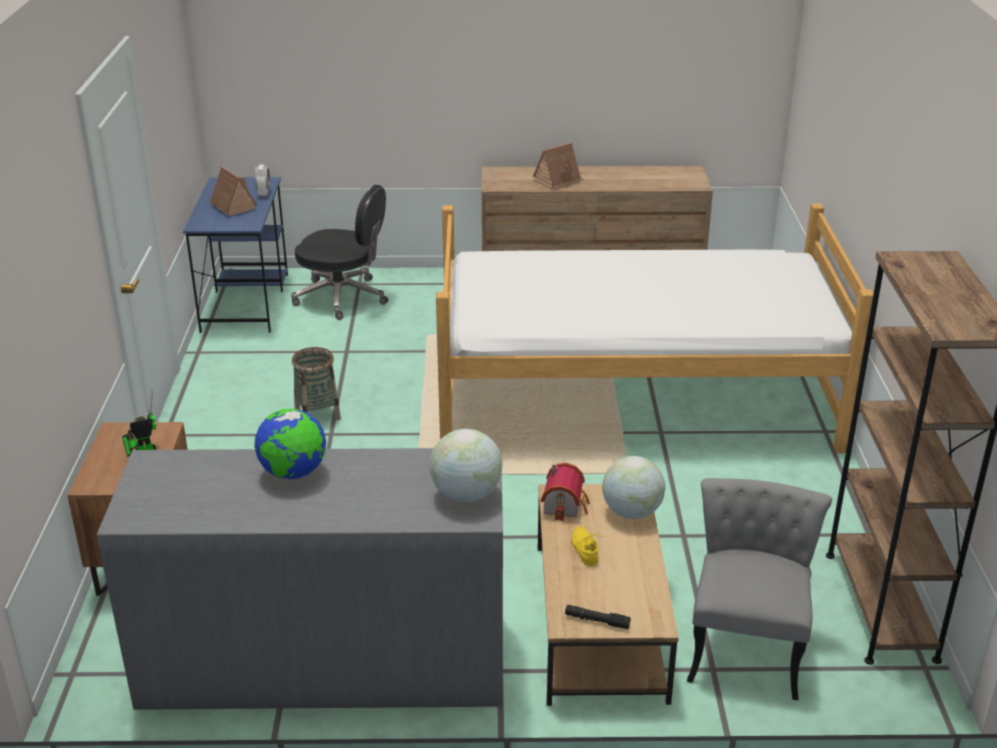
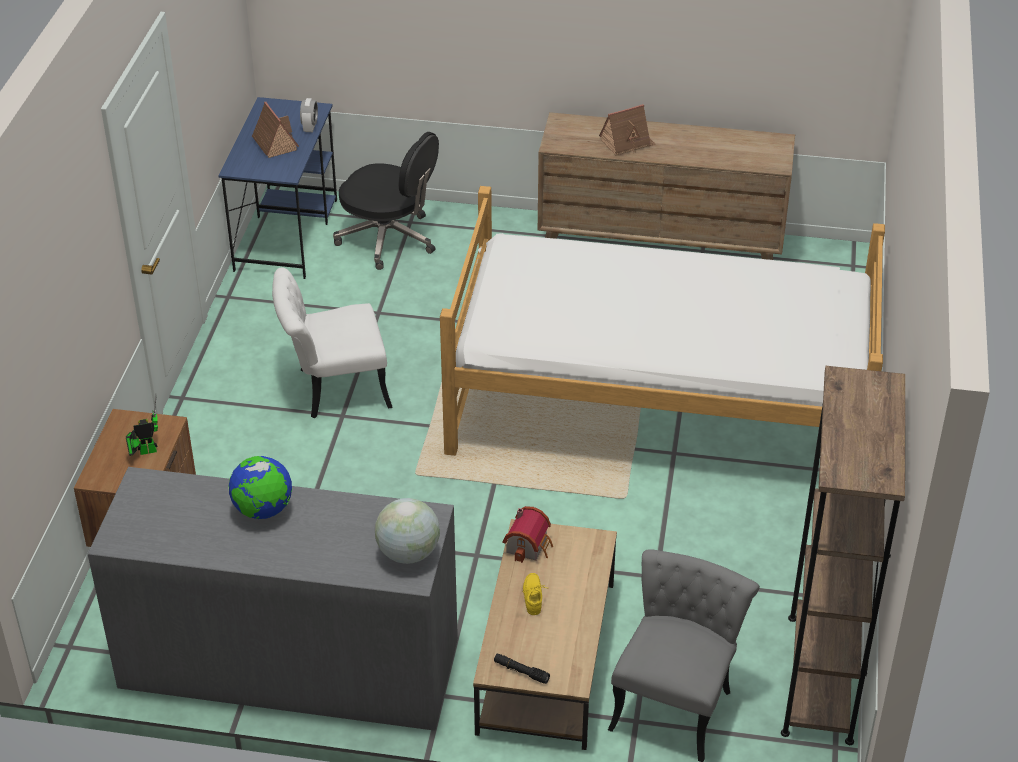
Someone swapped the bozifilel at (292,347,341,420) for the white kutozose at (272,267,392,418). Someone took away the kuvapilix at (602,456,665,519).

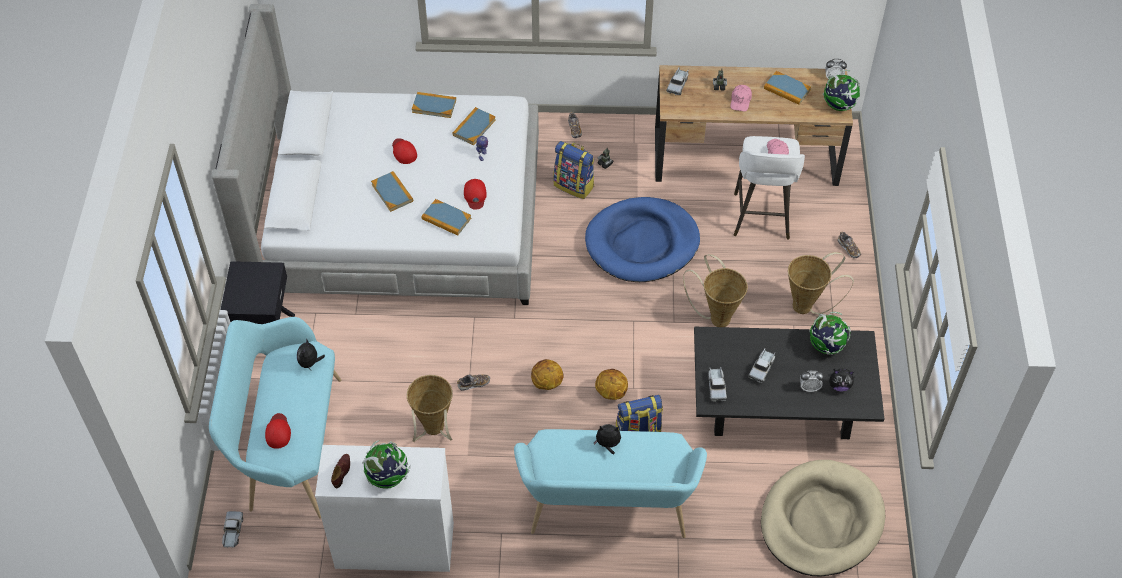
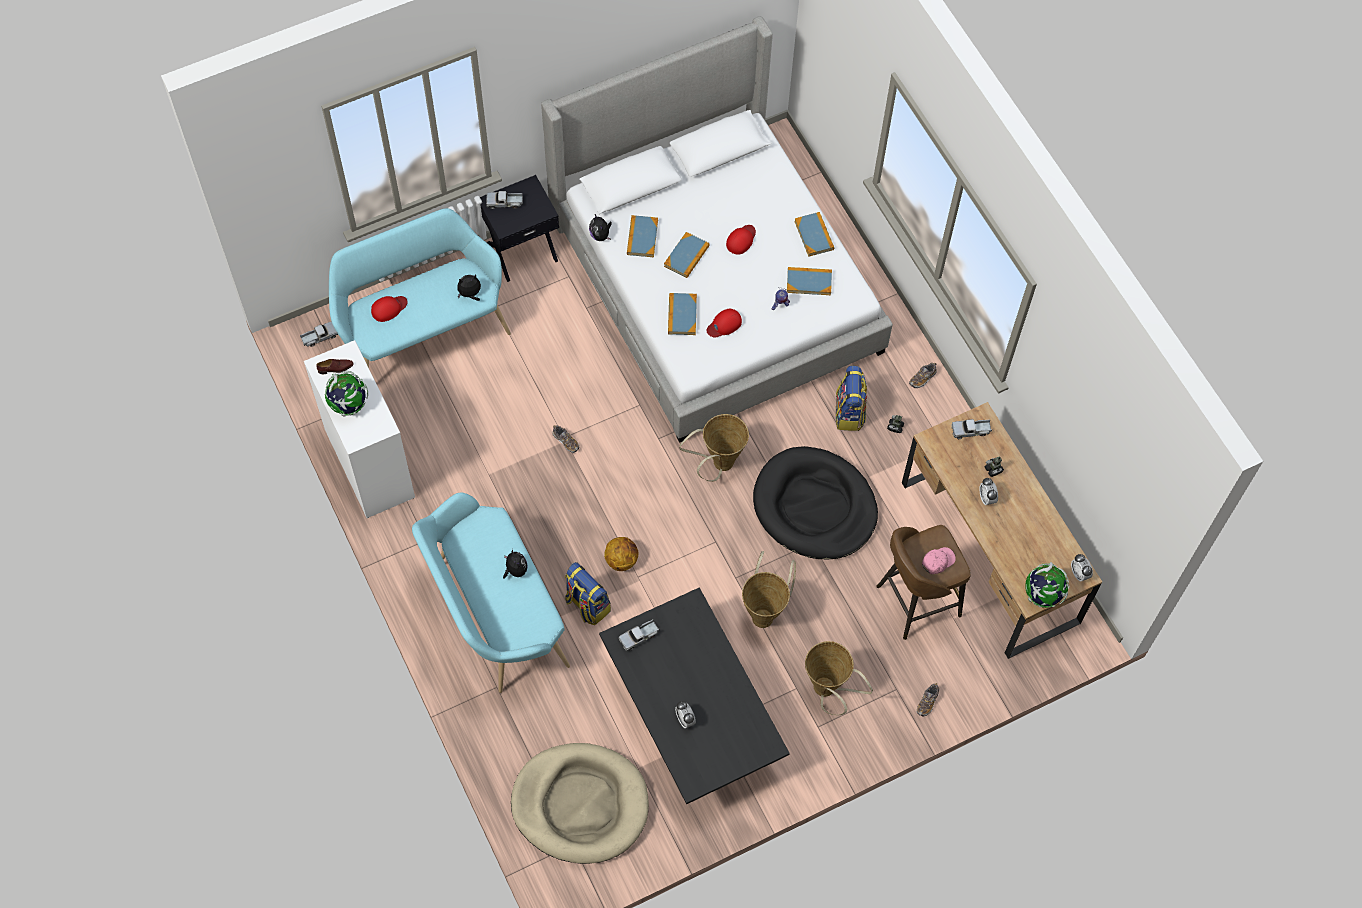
Someone carried the bozifilel from (407,375,453,442) to (679,414,749,482). Someone took away the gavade at (531,359,564,390). Someone repainted the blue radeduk at (585,197,700,282), which became the black radeduk at (753,446,878,560). Someone swapped the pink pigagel at (731,85,752,112) for the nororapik at (979,478,998,505). Someone repainted the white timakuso at (734,136,805,240), which became the brown timakuso at (876,525,971,640). Someone carried the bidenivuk from (748,348,776,383) to (486,191,523,209). Someone carried the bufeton from (764,71,811,105) to (627,215,658,257). Someone took away the kuvapilix at (809,312,851,355). Someone carried the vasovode from (829,368,854,392) to (589,214,612,241).

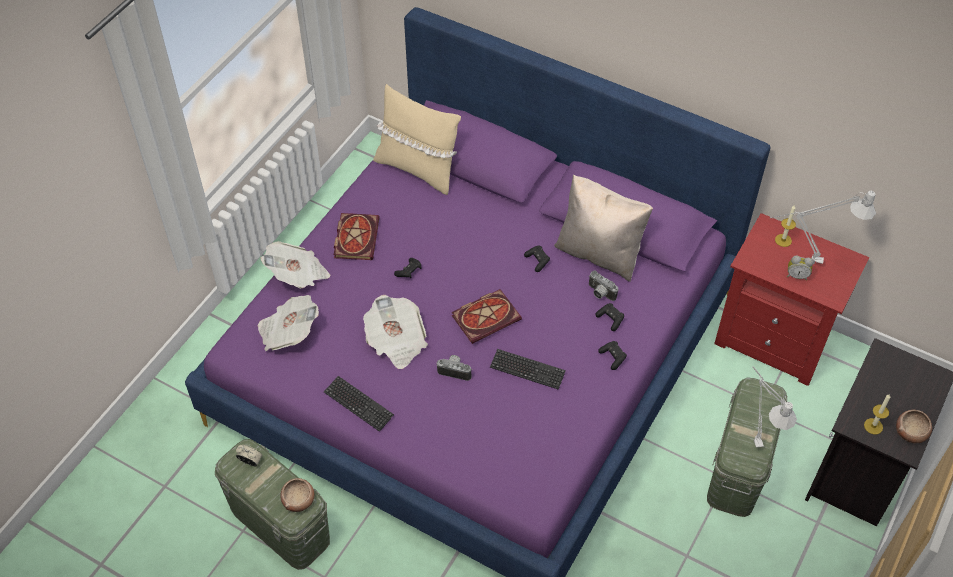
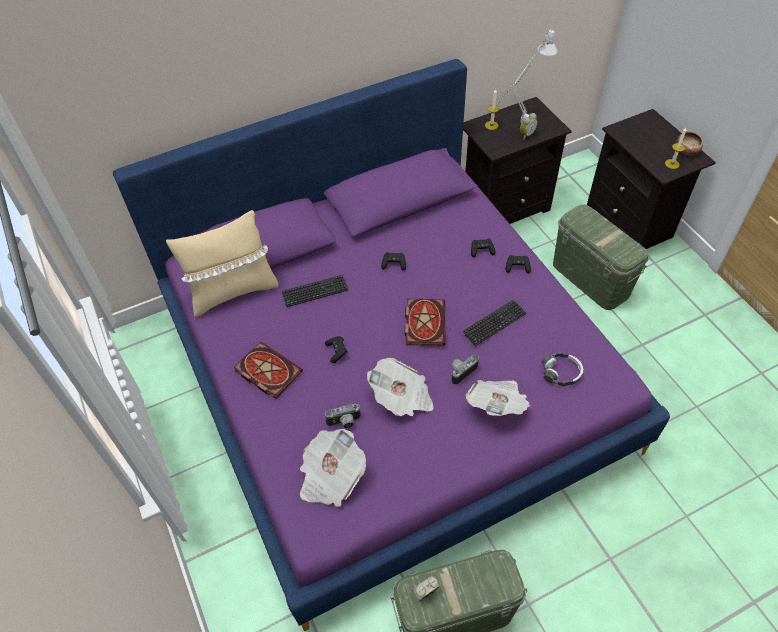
Someone carried the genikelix from (261,241,330,289) to (466,380,530,416). Someone took away the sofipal at (280,478,314,512). Someone carried the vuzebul from (324,376,394,432) to (281,275,348,307). Someone took away the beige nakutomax at (554,174,653,282). Someone carried the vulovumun from (589,270,618,301) to (325,404,361,429). Someone repainted the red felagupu at (714,213,869,386), which became the black felagupu at (463,97,572,224). Someone took away the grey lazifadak at (752,366,797,447). Someone put down the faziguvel at (542,352,583,386).

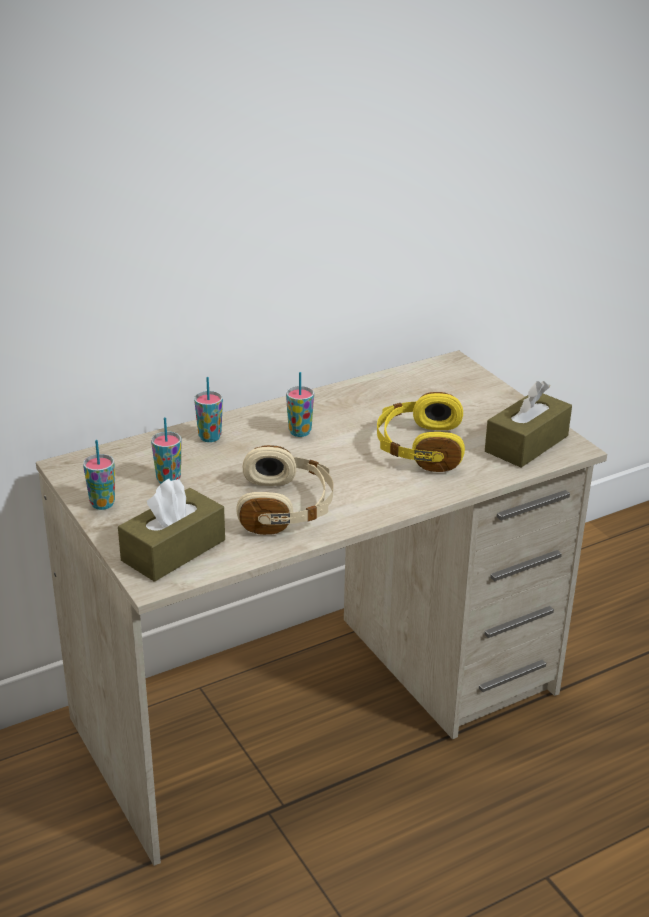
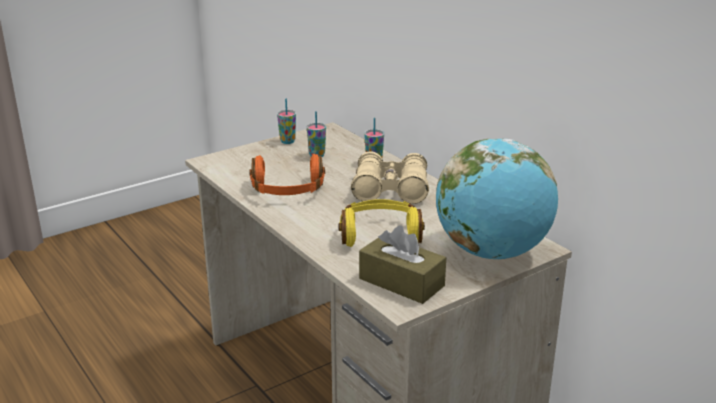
Someone took away the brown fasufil at (118,479,225,582). Someone repainted the beige faziguvel at (236,445,334,535), which became the orange faziguvel at (249,154,325,195). Someone swapped the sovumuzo at (286,372,314,437) for the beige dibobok at (351,151,429,204). Someone put down the kuvapilix at (436,138,558,259).

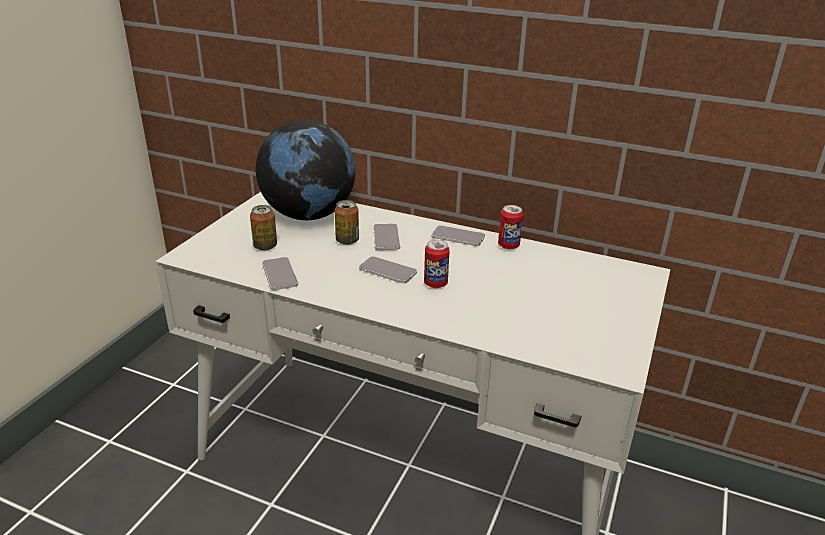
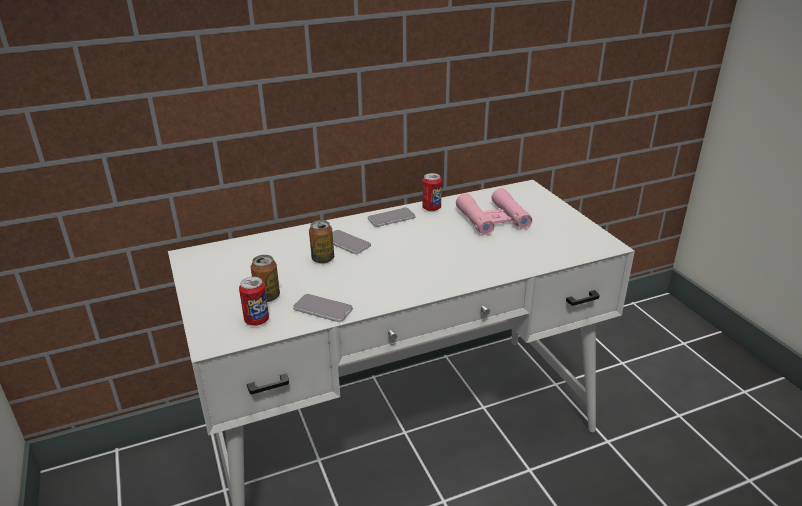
Someone took away the kuvapilix at (255,120,356,220). Someone took away the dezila at (359,256,417,283). Someone carried the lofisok from (424,240,450,288) to (239,277,269,326). Someone put down the pink dibobok at (456,188,532,235).

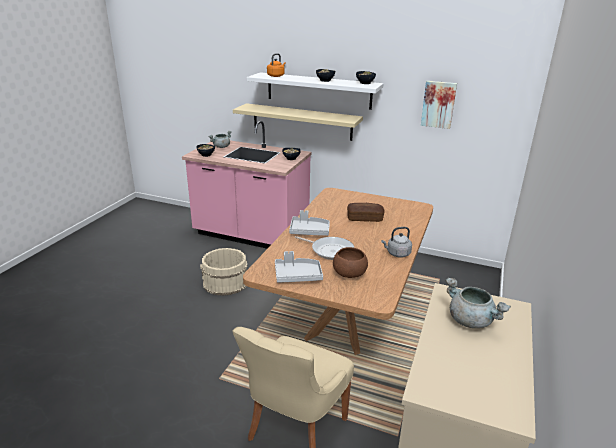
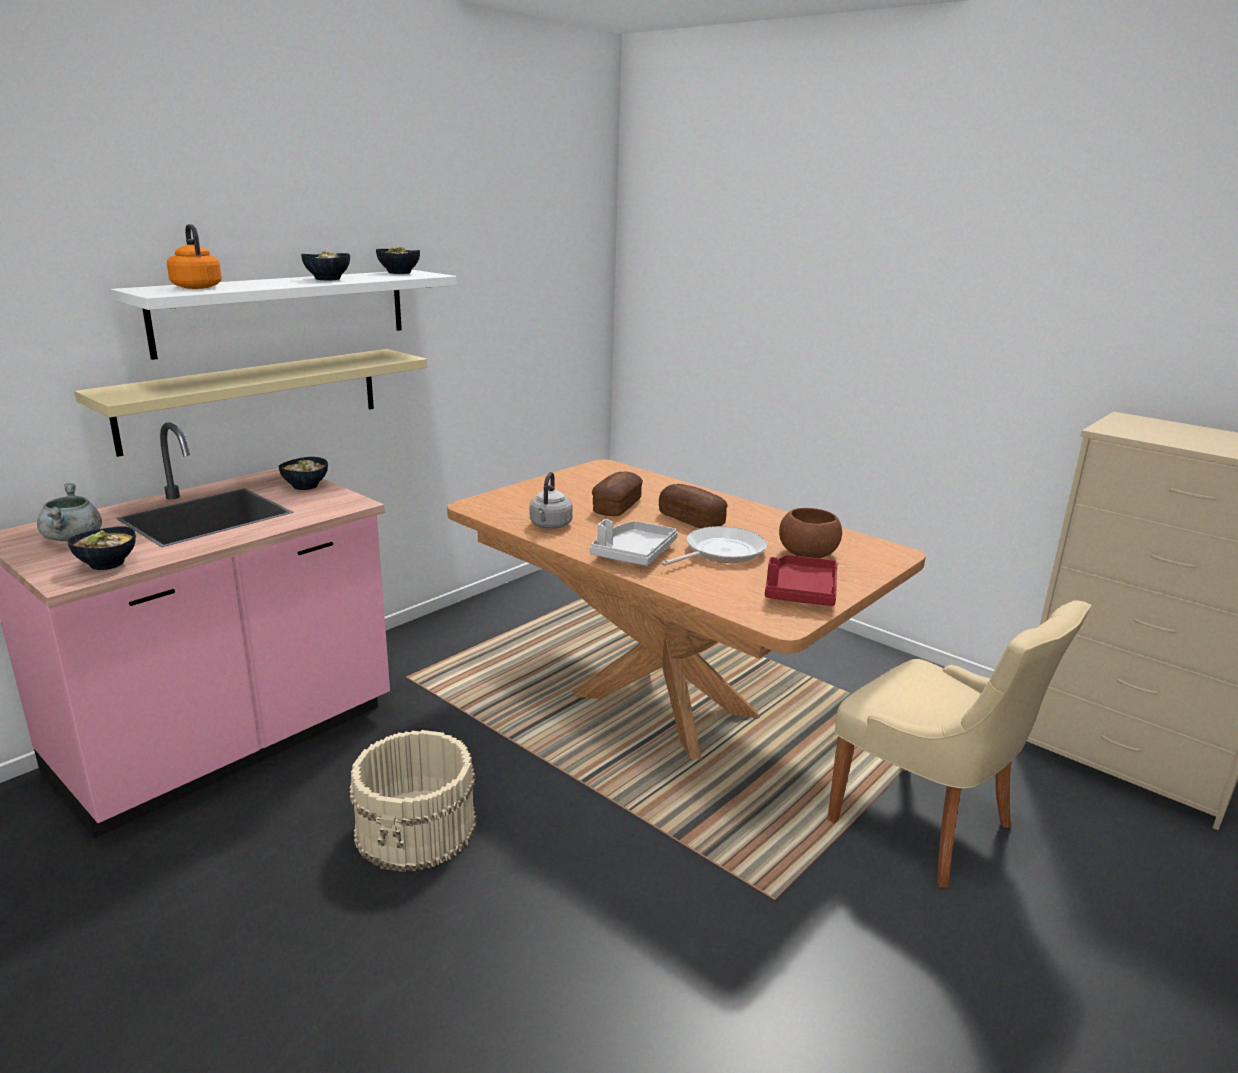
Someone repainted the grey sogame at (275,251,323,282), which became the red sogame at (765,555,837,606). Someone carried the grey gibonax from (381,227,412,257) to (530,472,573,529). Someone took away the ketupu at (421,81,457,129). Someone took away the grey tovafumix at (445,278,511,328). Someone put down the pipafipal at (659,484,728,529).

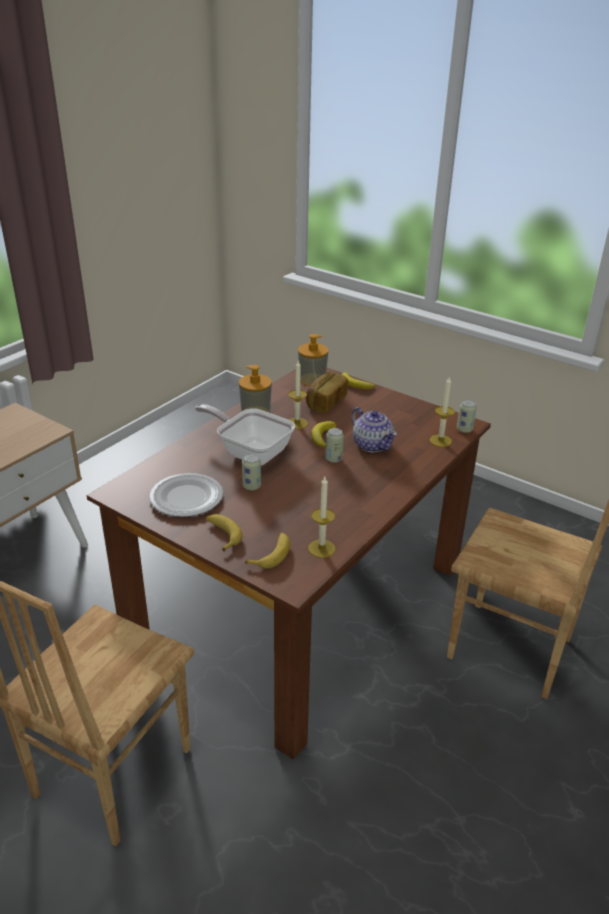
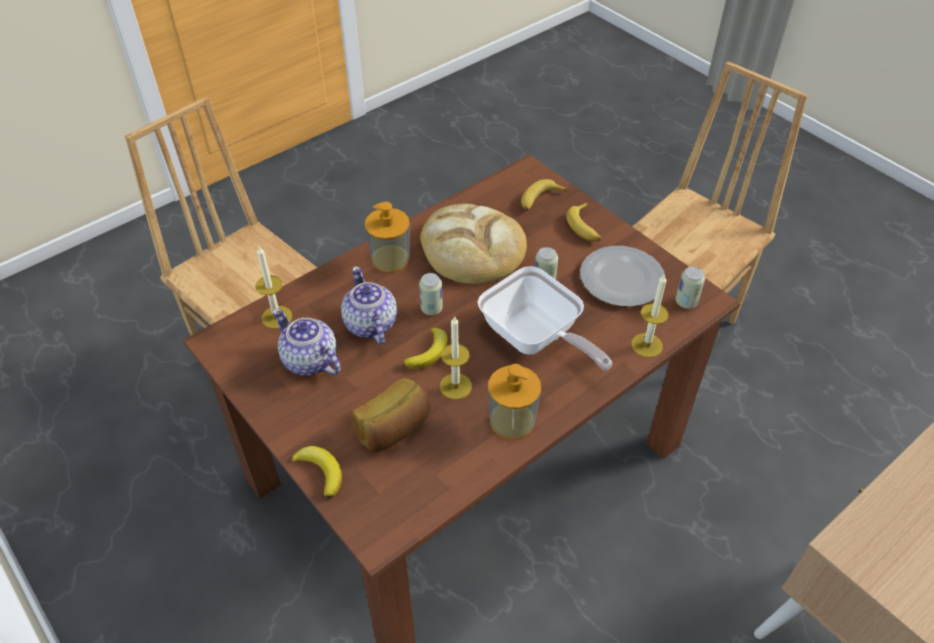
Someone carried the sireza from (298,334,328,386) to (365,202,410,273). Someone carried the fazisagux from (308,477,336,558) to (631,274,669,358). Someone carried the lofisok from (457,400,477,433) to (675,266,705,309). Someone put down the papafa at (273,308,341,375). Someone put down the pipafipal at (420,204,527,284).

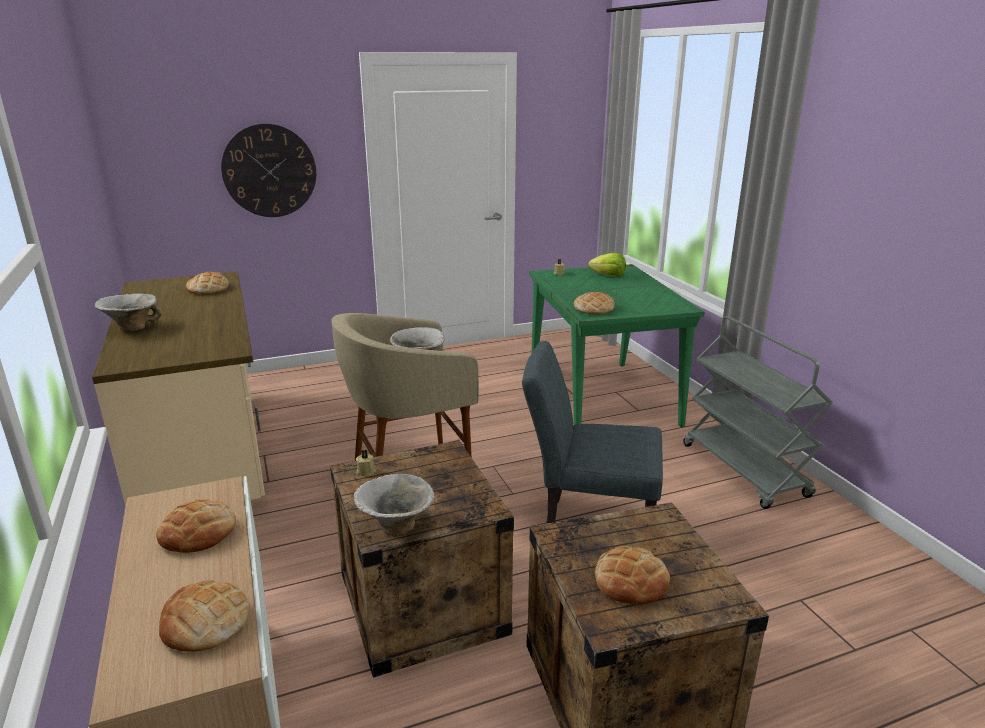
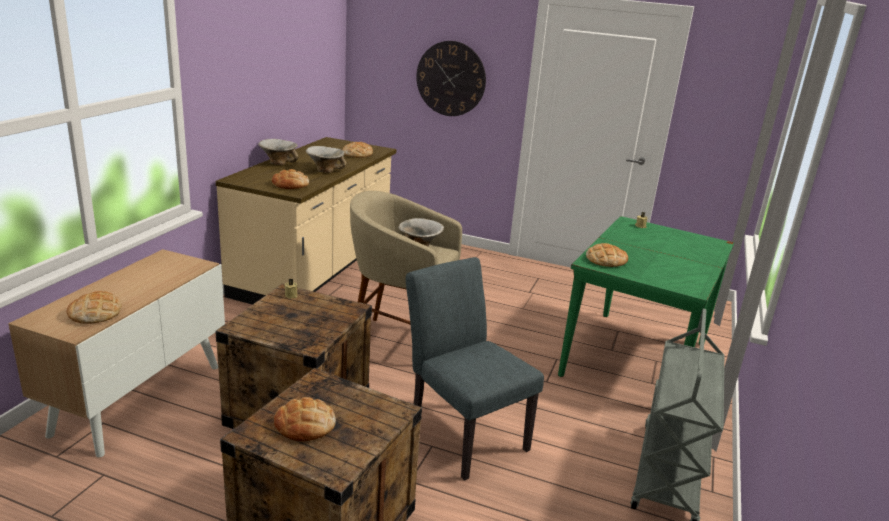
Someone carried the pipafipal from (156,499,236,553) to (272,169,309,189). Someone carried the sofipal from (354,474,435,537) to (306,146,346,173). Someone took away the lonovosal at (588,253,626,276).

